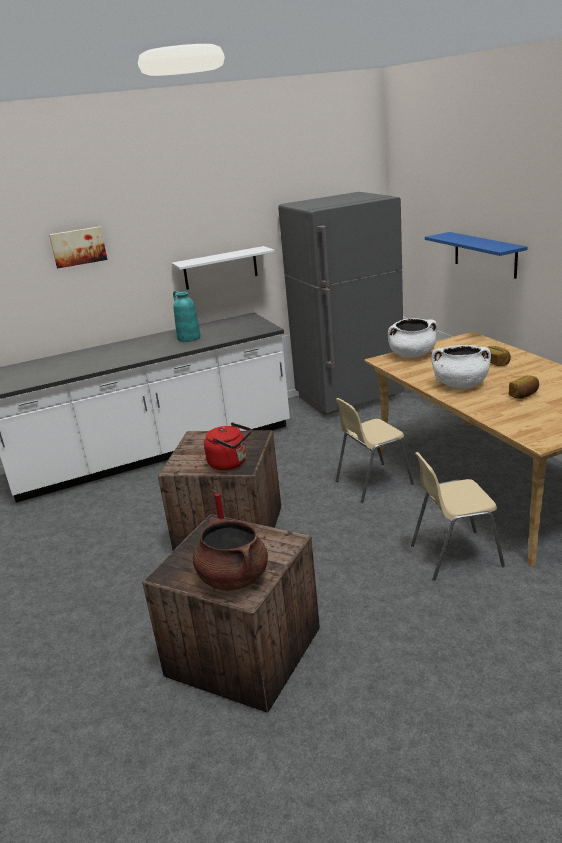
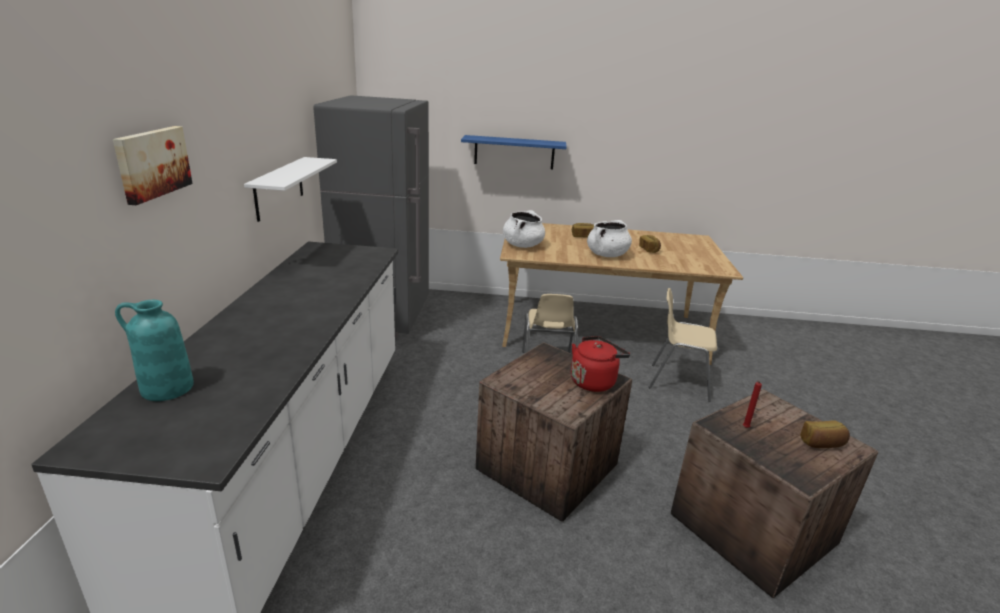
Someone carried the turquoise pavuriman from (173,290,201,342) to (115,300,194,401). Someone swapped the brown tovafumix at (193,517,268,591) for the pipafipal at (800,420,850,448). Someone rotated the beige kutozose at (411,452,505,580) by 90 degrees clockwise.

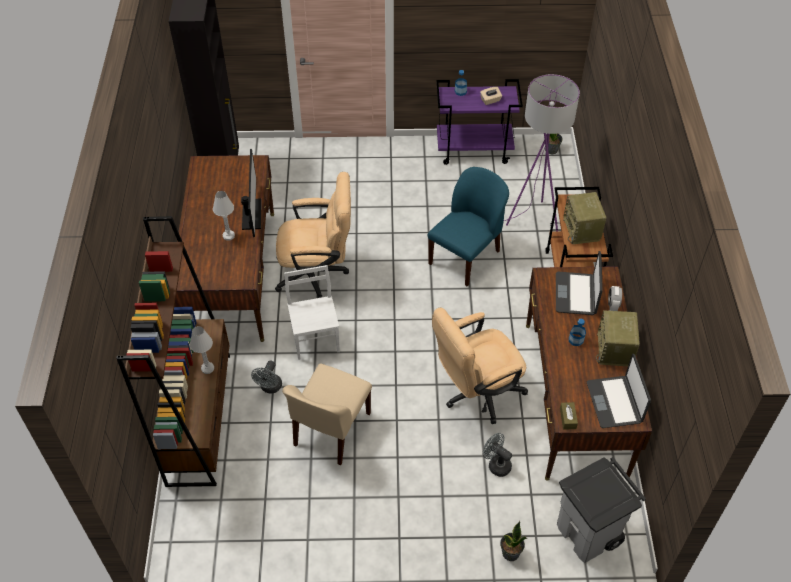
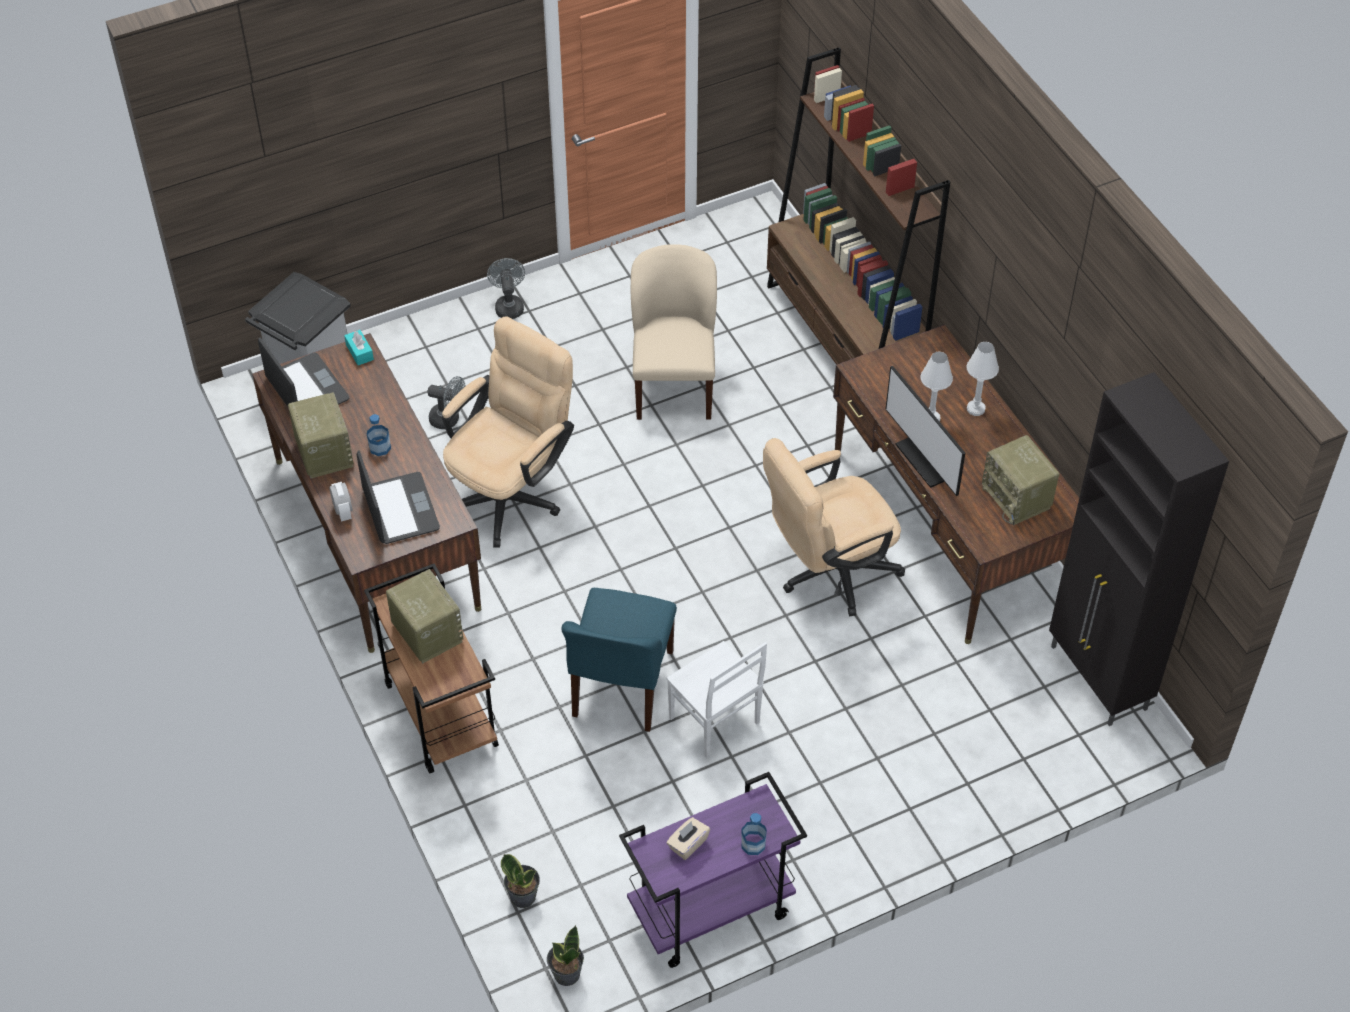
Someone carried the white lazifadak from (190,326,214,374) to (966,342,999,416). Someone carried the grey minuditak from (251,361,282,393) to (487,258,525,319). Someone carried the white kutozose from (284,265,340,360) to (666,641,767,758). Someone carried the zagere from (500,521,527,561) to (501,854,540,908). Someone took away the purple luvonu at (504,74,580,231). Someone repainted the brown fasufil at (560,402,578,430), which became the turquoise fasufil at (344,330,374,365). Someone put down the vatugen at (982,435,1059,525).

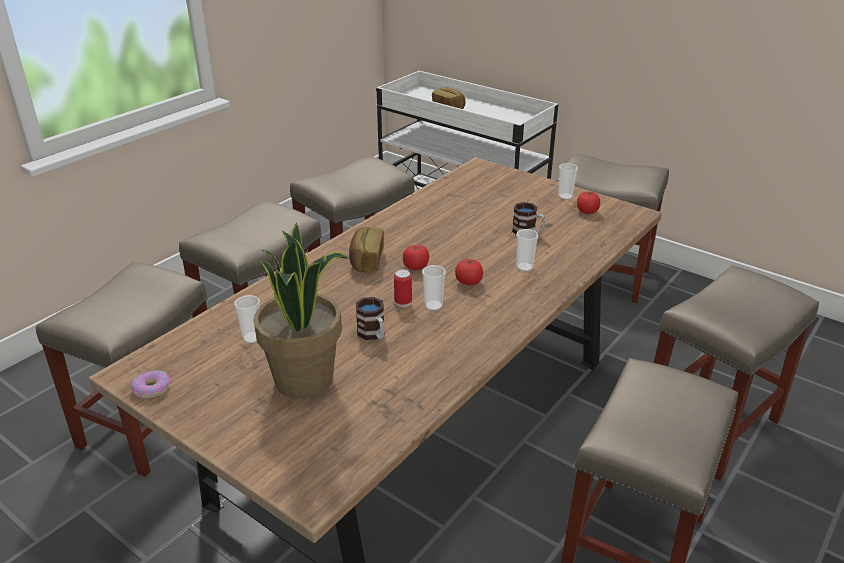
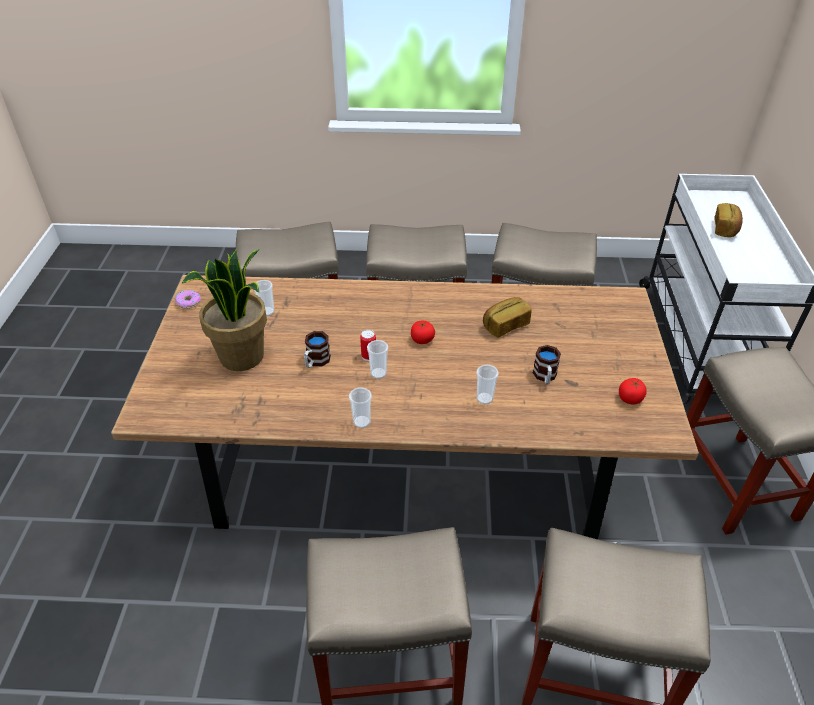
Someone carried the pipafipal from (349,227,384,272) to (483,297,532,338). Someone took away the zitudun at (455,259,483,285). Someone carried the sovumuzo from (558,163,578,200) to (349,387,372,428).

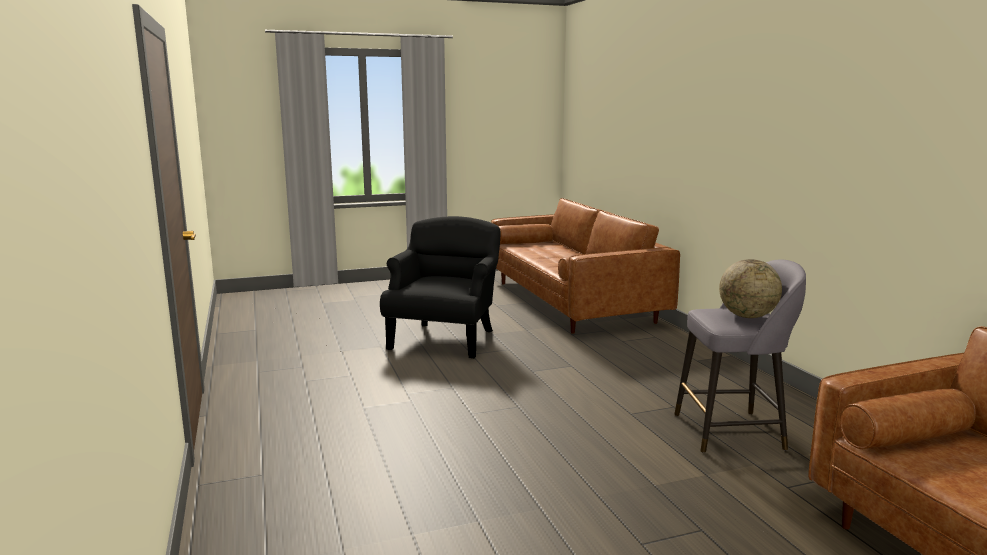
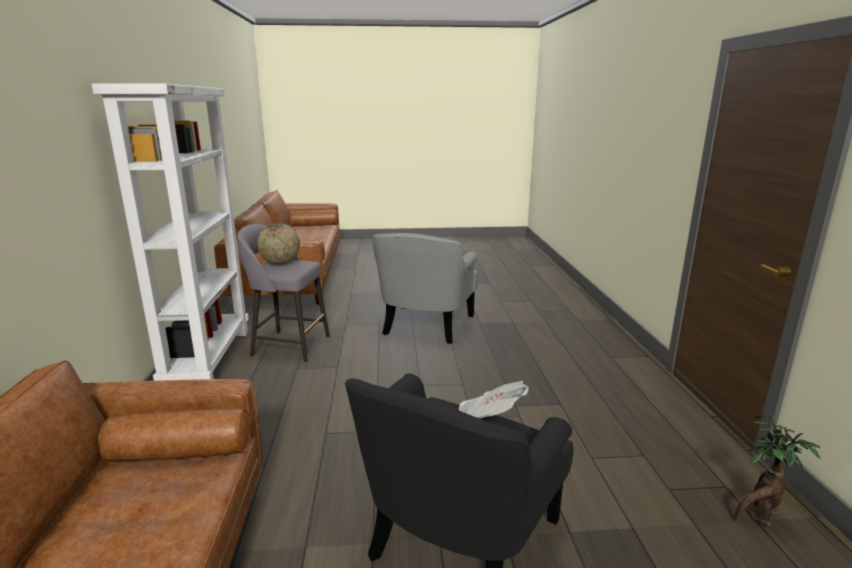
Someone put down the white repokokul at (91,83,249,381). Someone put down the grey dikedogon at (372,233,478,344). Someone put down the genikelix at (459,381,529,418). Someone put down the zagere at (734,411,821,526).

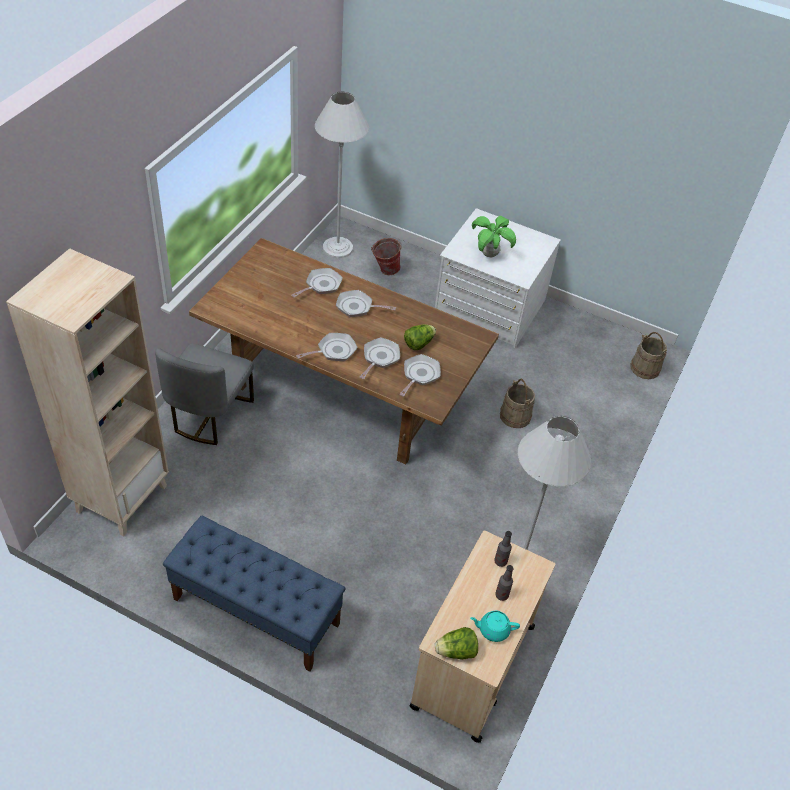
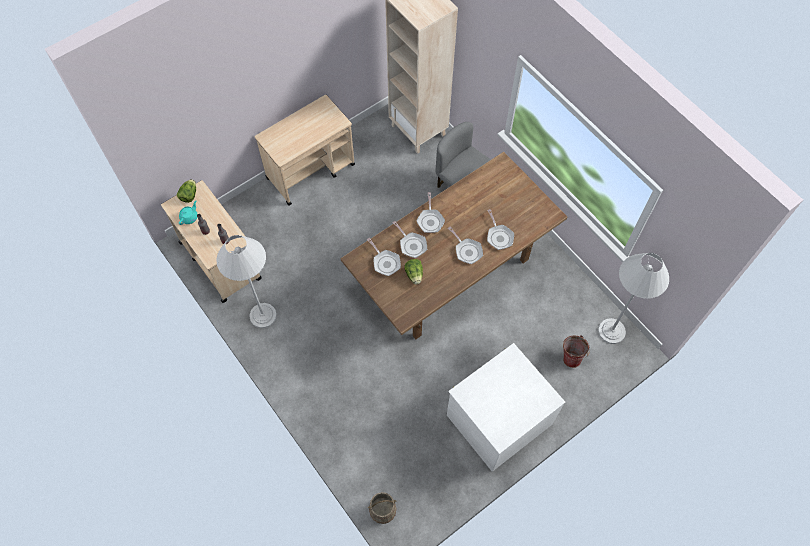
Someone swapped the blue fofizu at (163,515,345,672) for the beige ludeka at (255,95,355,205). Someone rotated the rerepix at (336,290,396,317) by 105 degrees clockwise. Someone took away the zagere at (472,216,516,258). Someone took away the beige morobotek at (500,379,535,428).

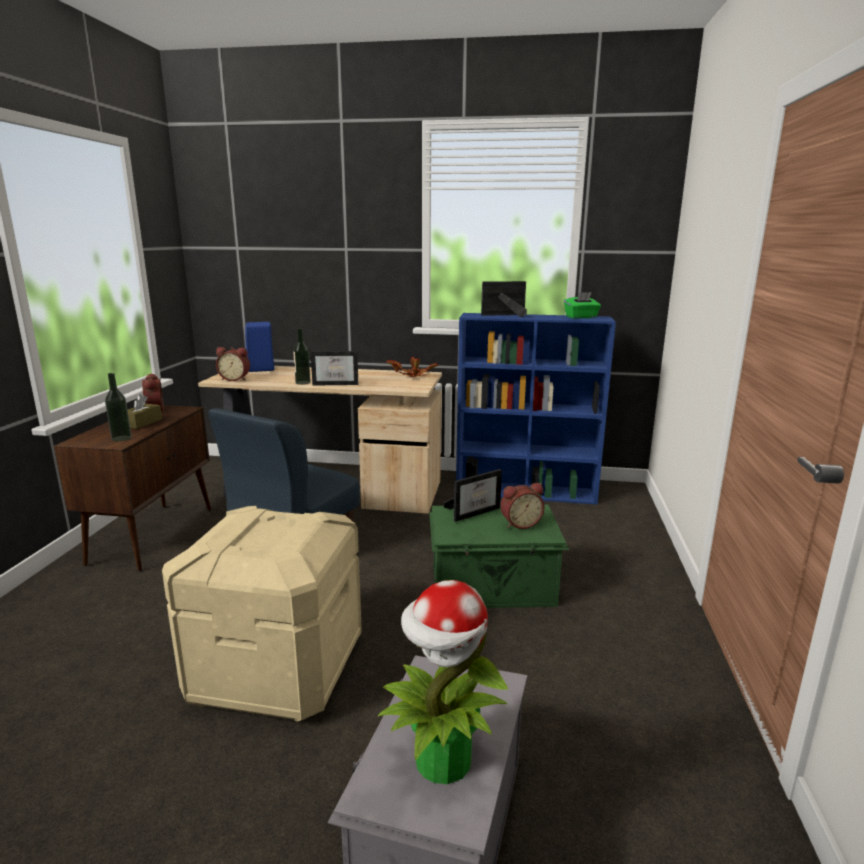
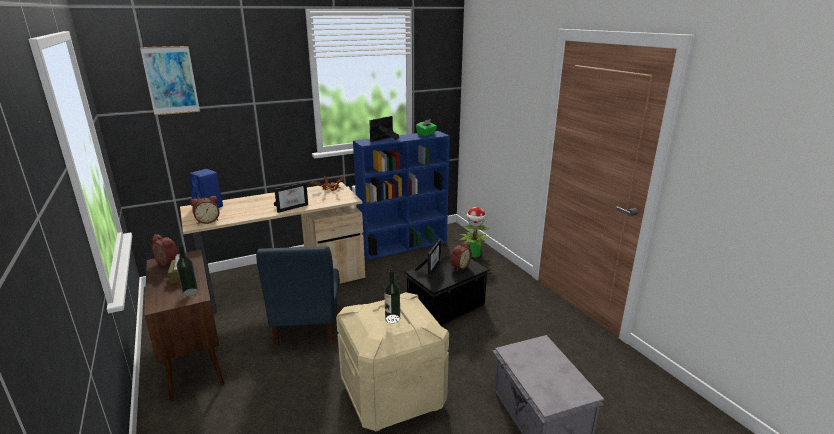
Someone carried the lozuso from (293,328,311,385) to (384,269,400,323). Someone carried the zagere from (378,580,508,784) to (460,207,490,257). Someone repainted the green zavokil at (429,505,569,608), which became the black zavokil at (405,255,490,325). Someone put up the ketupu at (140,46,200,115).

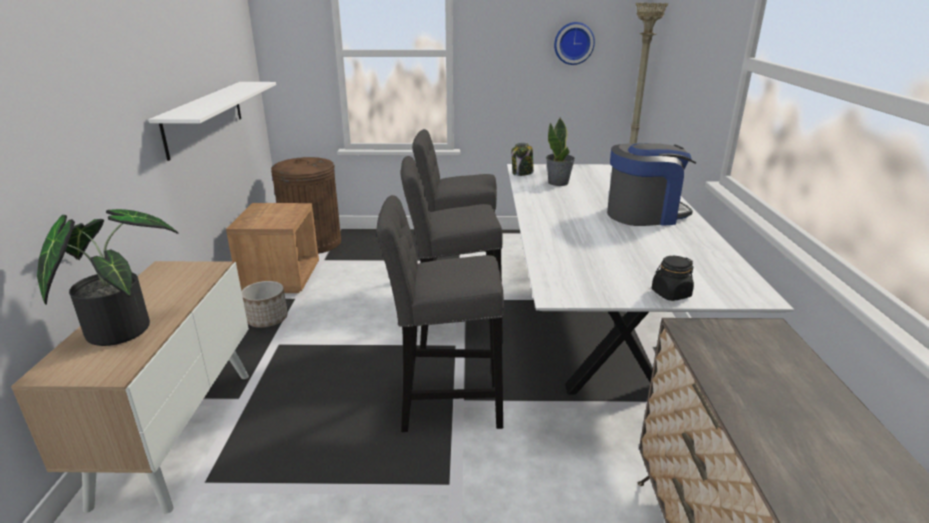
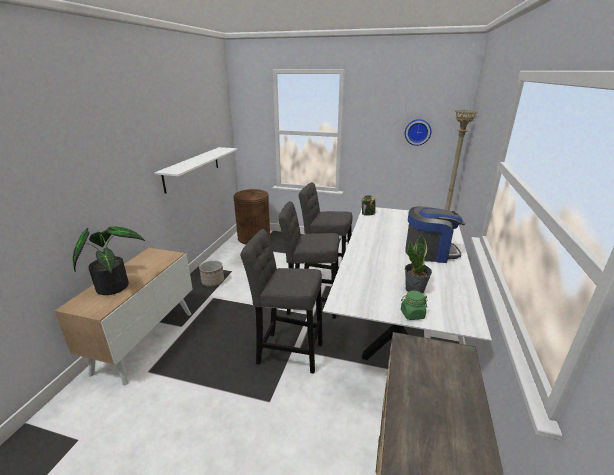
Someone took away the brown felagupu at (226,203,319,293). Someone carried the zagere from (546,118,575,186) to (405,234,432,293). Someone repainted the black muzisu at (652,256,694,301), which became the green muzisu at (401,290,428,320).

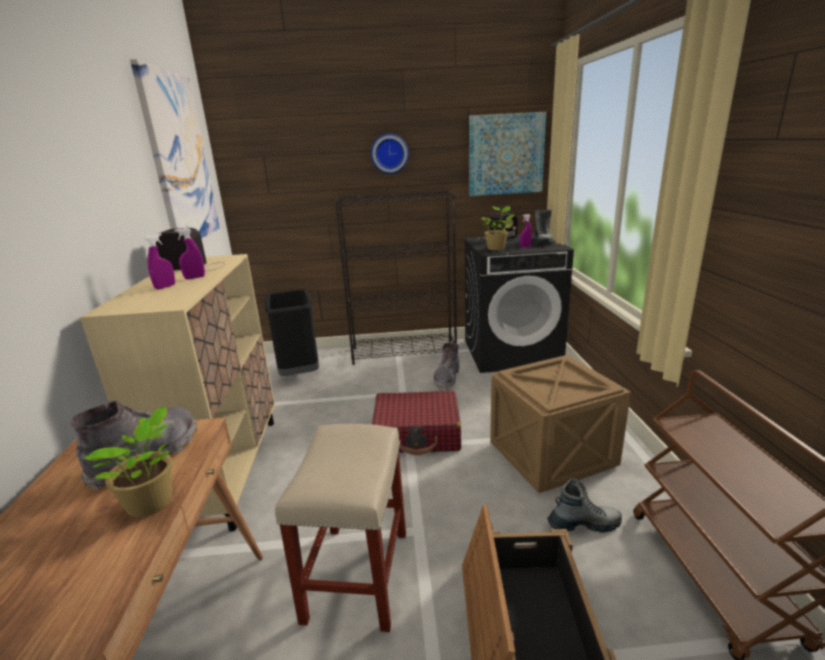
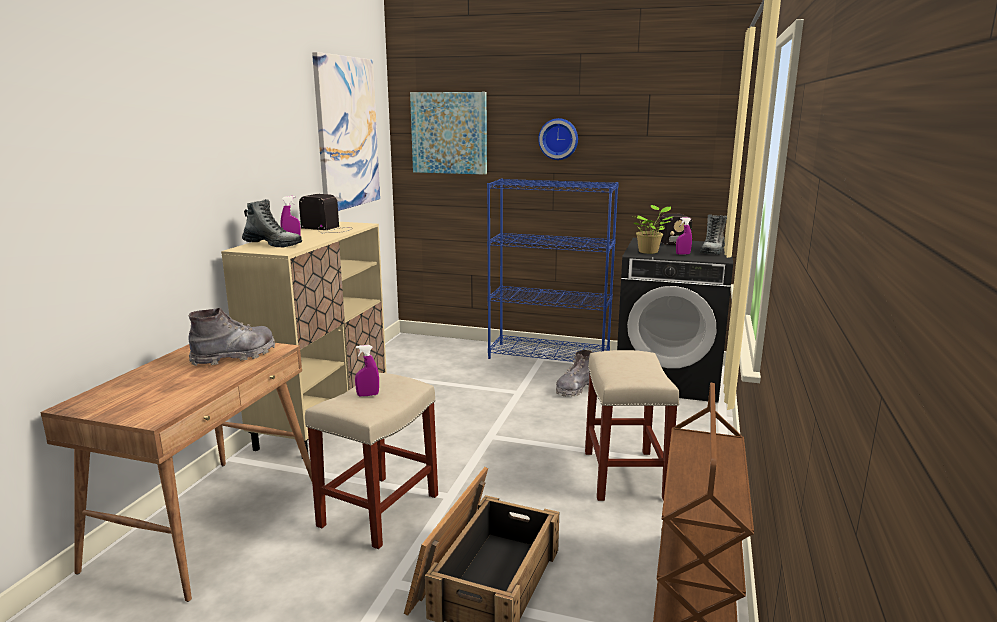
Someone took away the zagere at (83,405,172,517). Someone carried the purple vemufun from (175,228,205,279) to (355,345,379,397). Someone took away the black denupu at (265,290,319,376). Someone repainted the black repokokul at (334,190,457,365), which became the blue repokokul at (487,179,619,362). Someone took away the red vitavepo at (372,391,461,455). Someone carried the ketupu from (469,112,546,196) to (410,92,487,175). Someone swapped the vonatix at (490,355,631,493) for the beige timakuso at (585,350,680,501). Someone carried the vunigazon from (547,478,622,533) to (242,199,302,247).

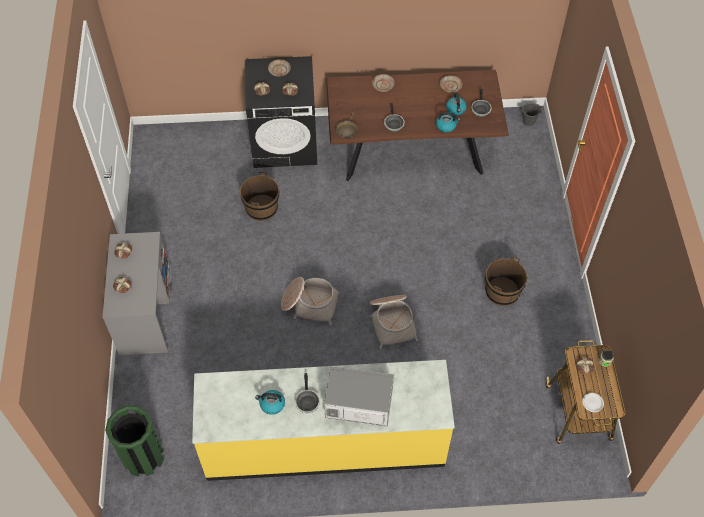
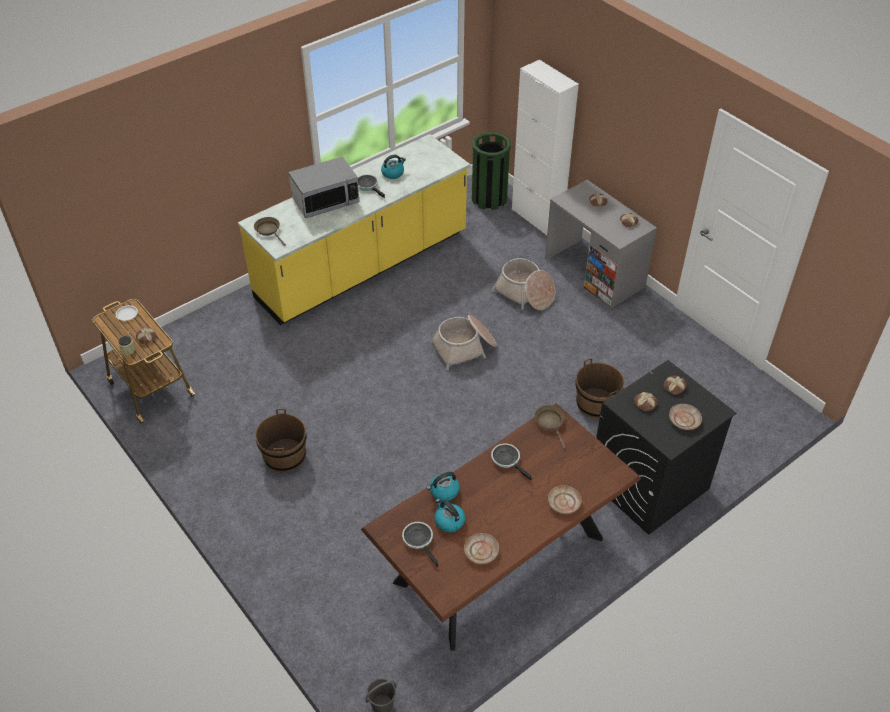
Someone carried the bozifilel from (370,295,418,349) to (491,258,555,310). Someone put down the brown rerepix at (254,217,286,246). Someone put down the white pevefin at (512,60,579,235).

